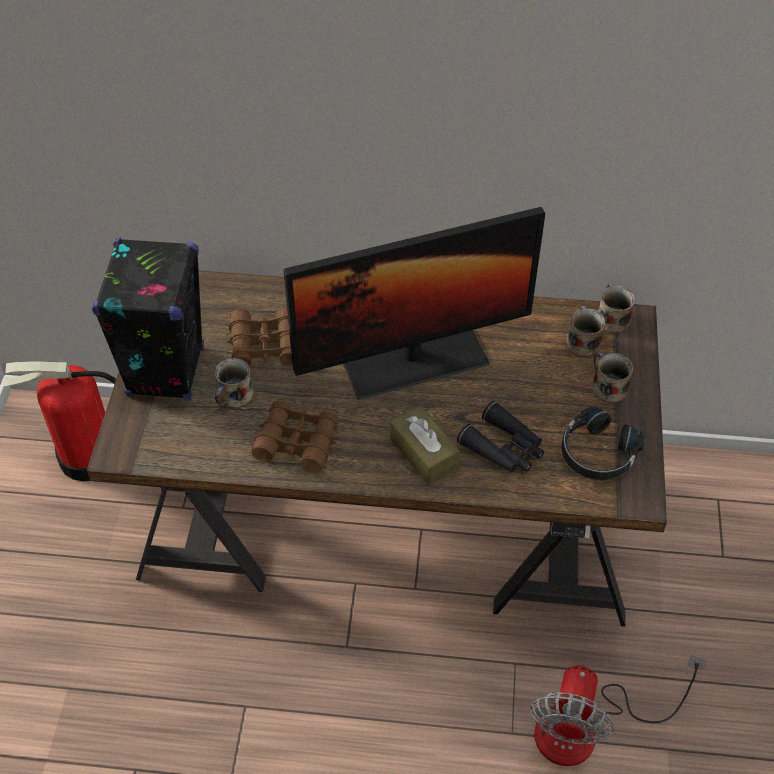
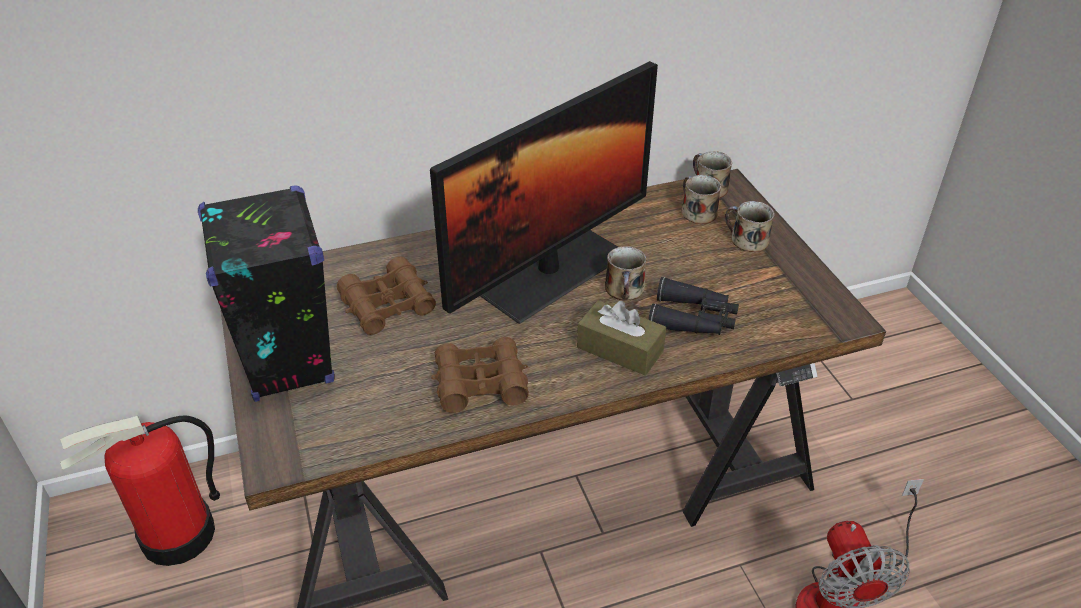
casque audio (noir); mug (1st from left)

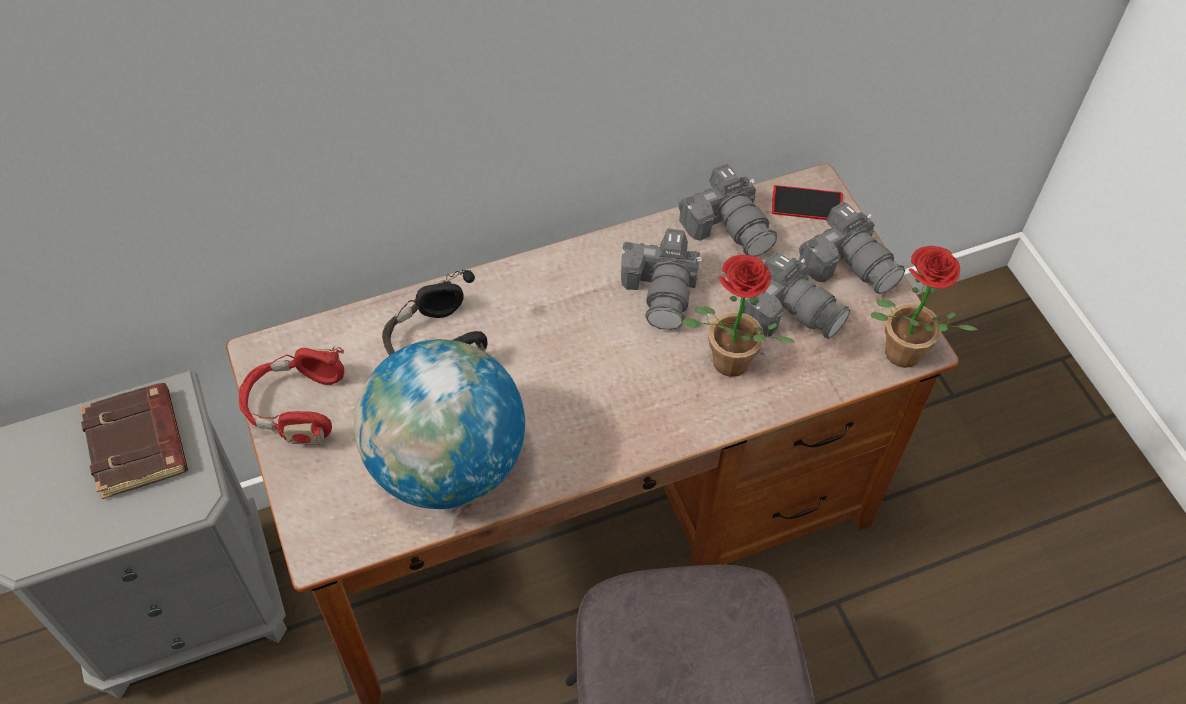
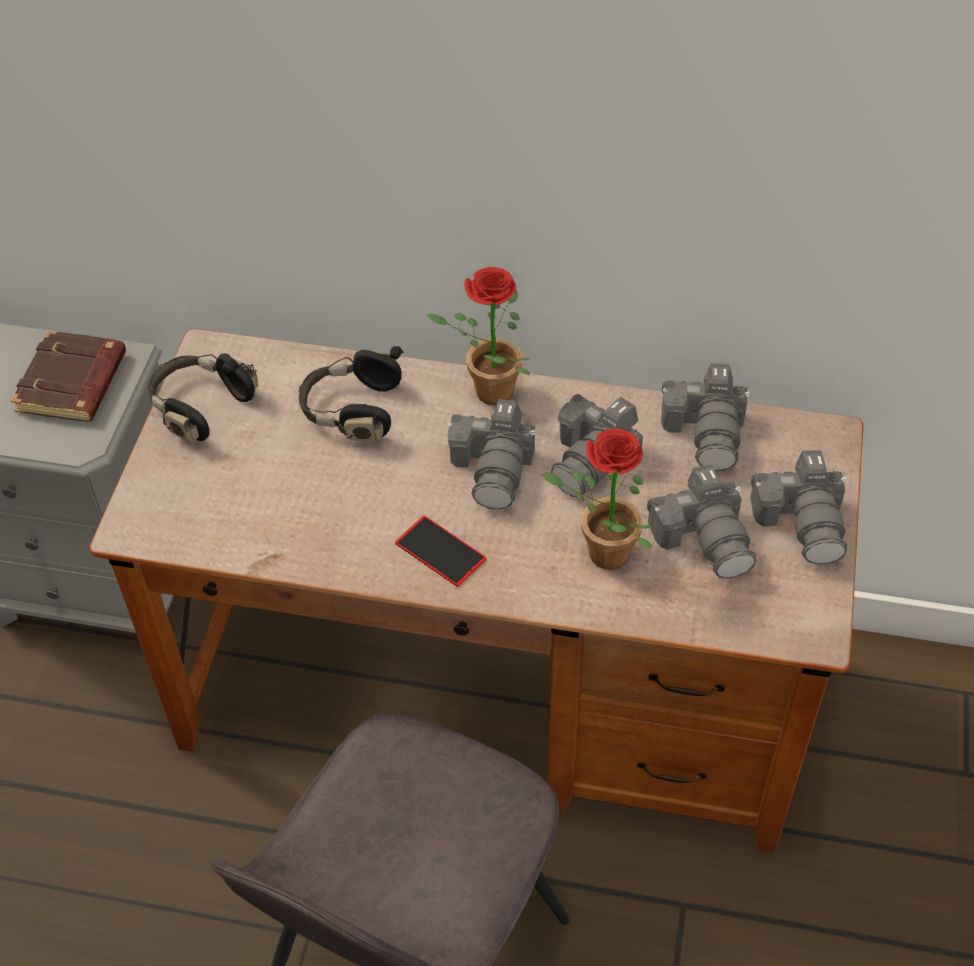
globe; appareil photo (1st from left); téléphone; plante en pot (1st from left); casque audio (noir) (1st from left)

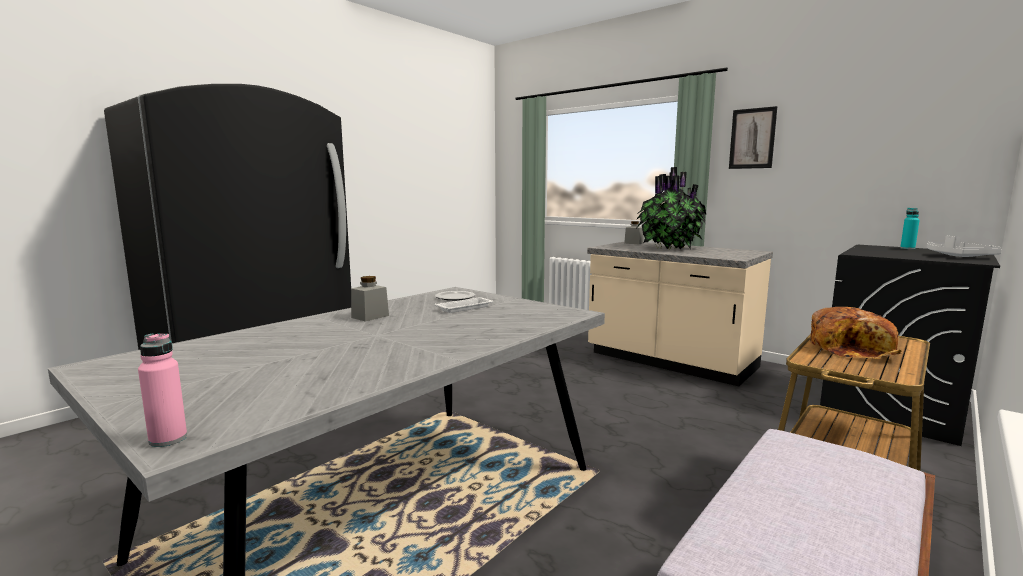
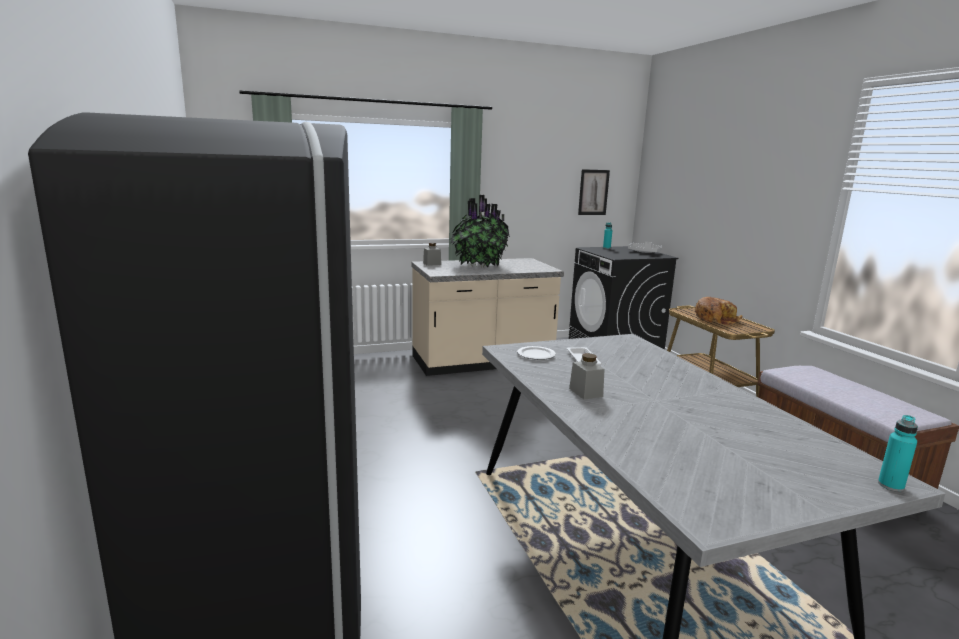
tableau; bouteille (turquoise) (2nd from left)

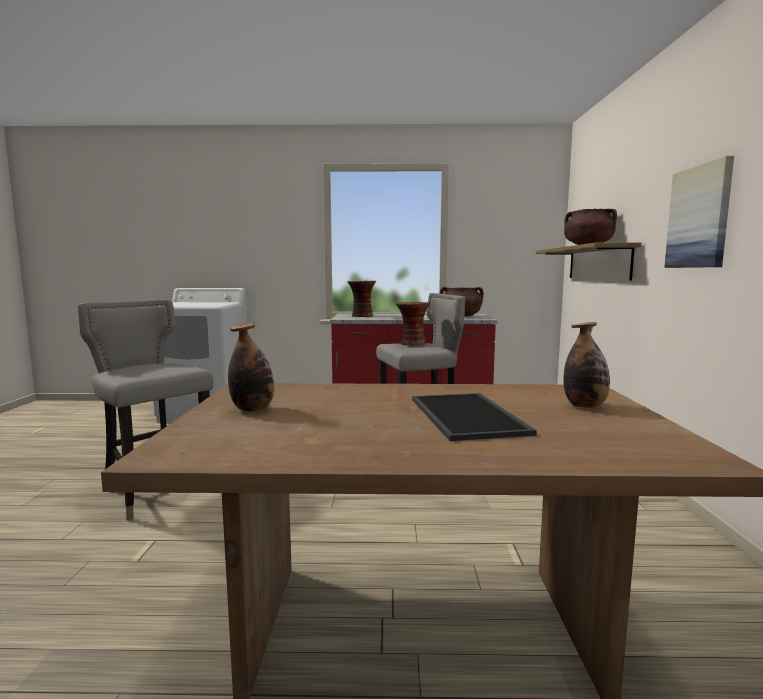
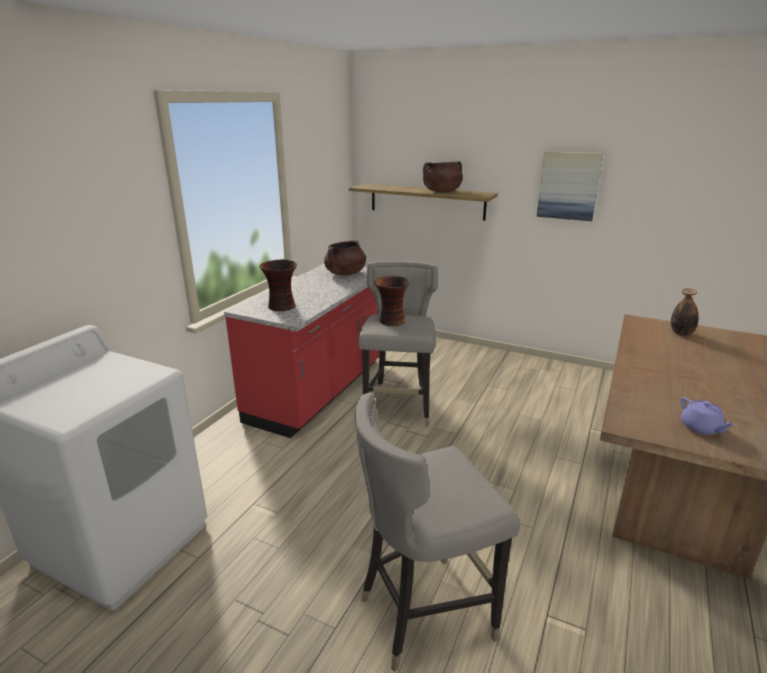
plateau; théière (violet)

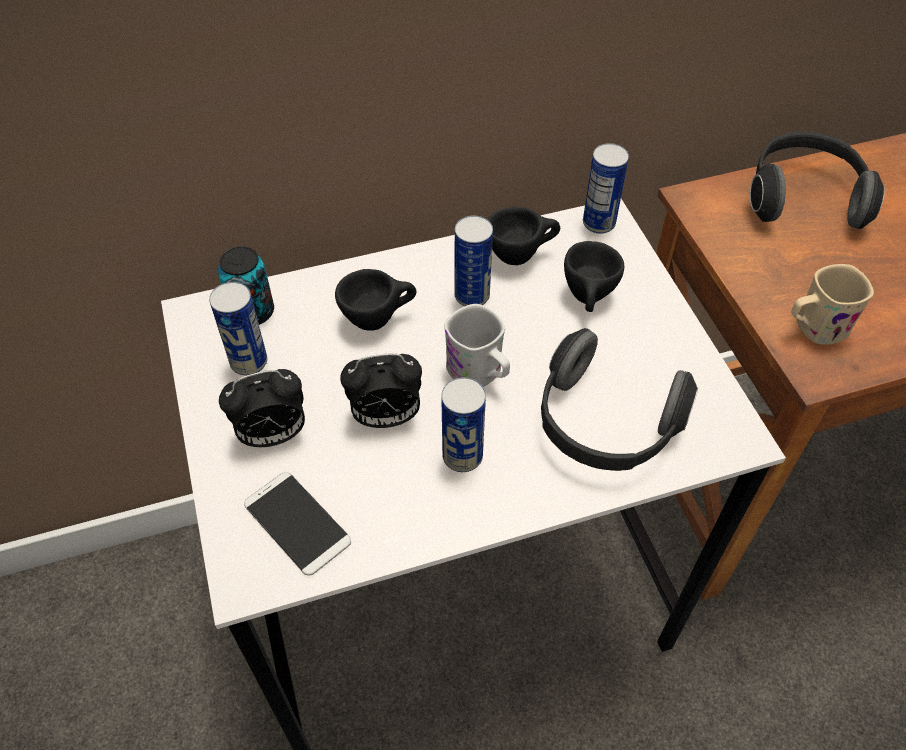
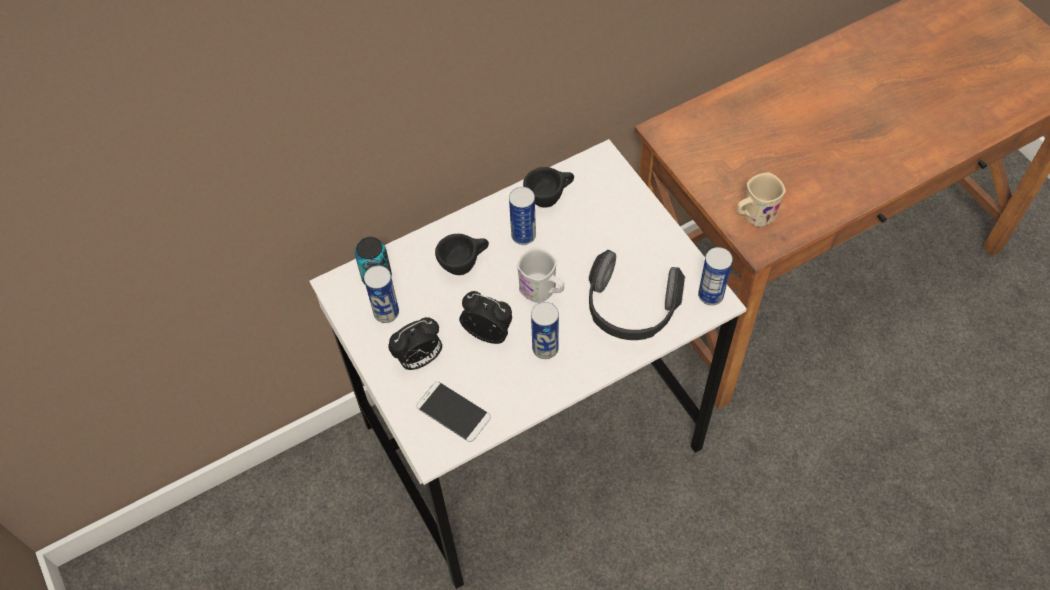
tasse (noir) (3rd from left in the first image); casque audio (2nd from left in the first image); boîte métallique (5th from left); réveil (2nd from left)

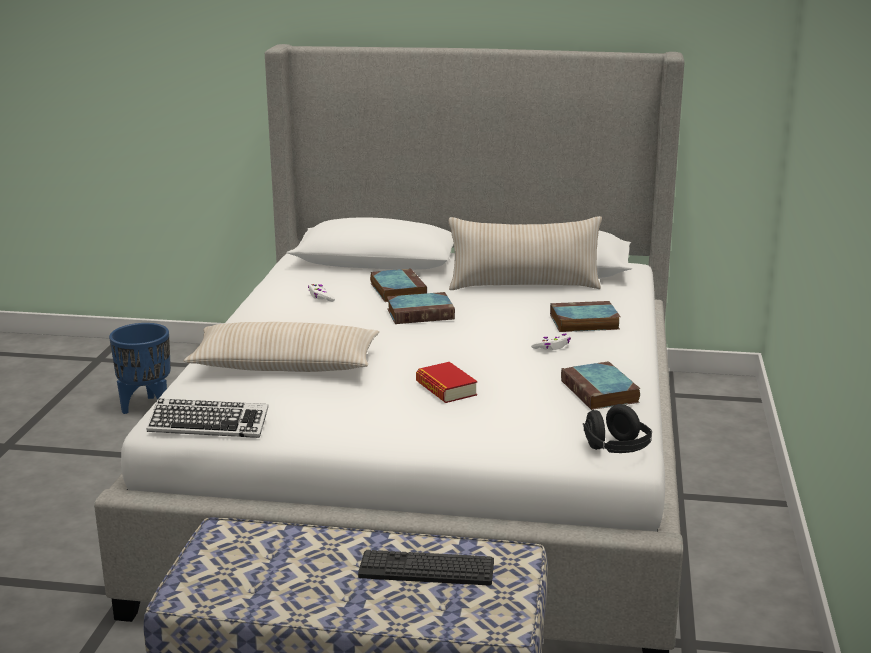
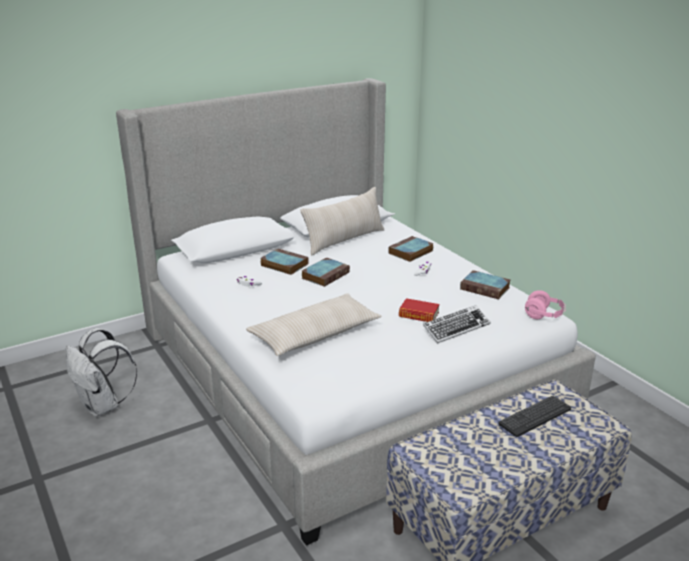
clavier (1st from left); sac à dos (blanc); casque audio (rose)

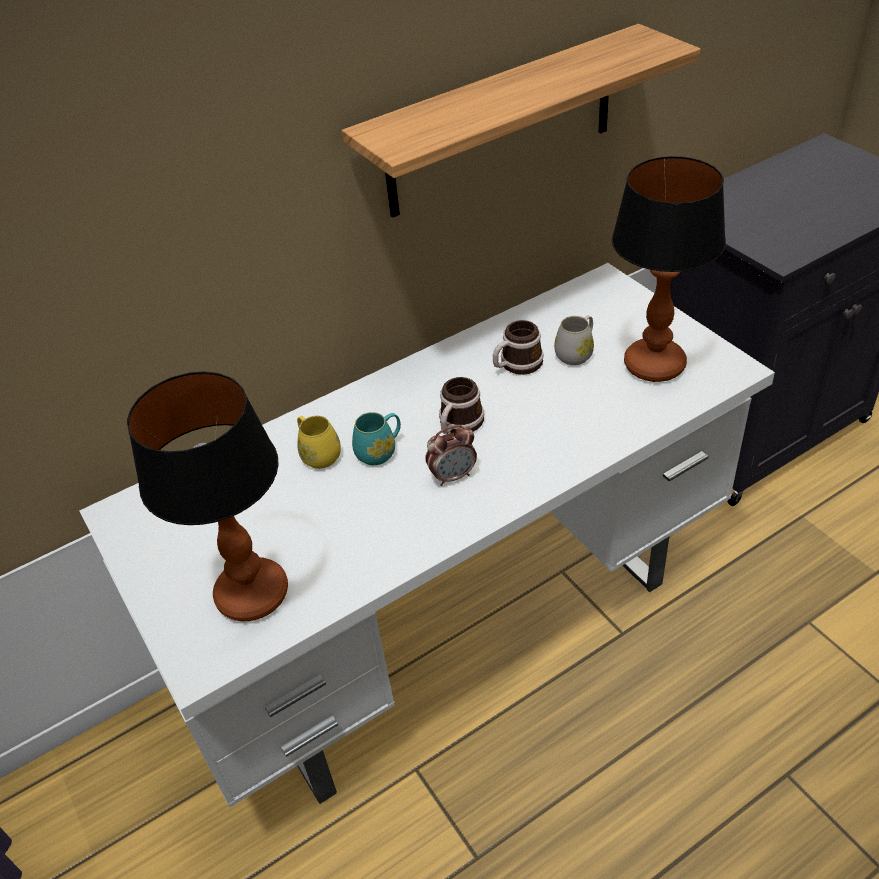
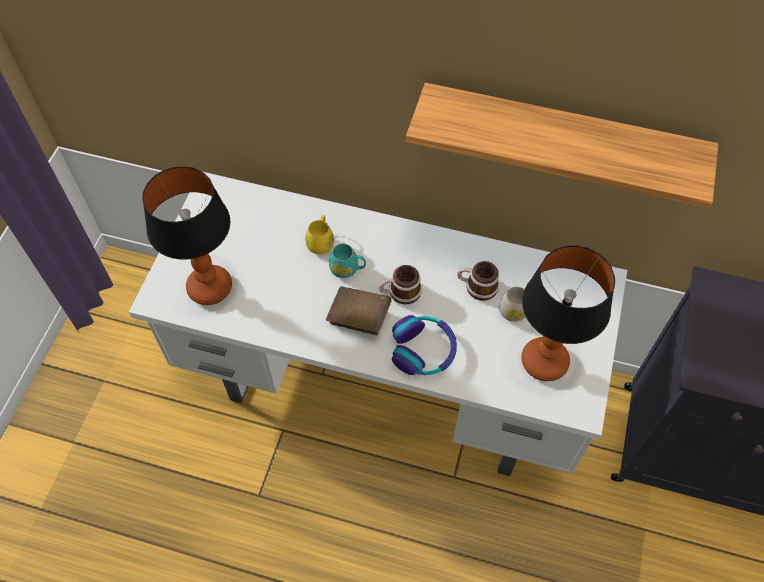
casque audio; livre (marron)

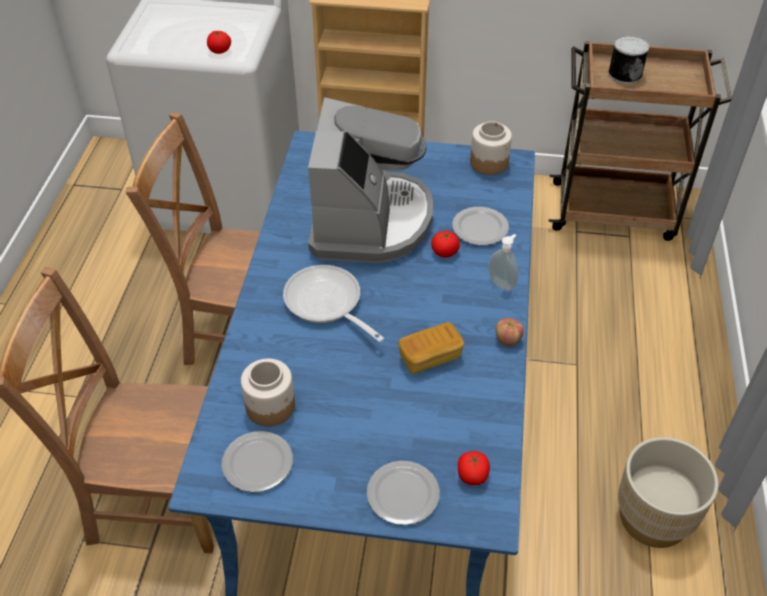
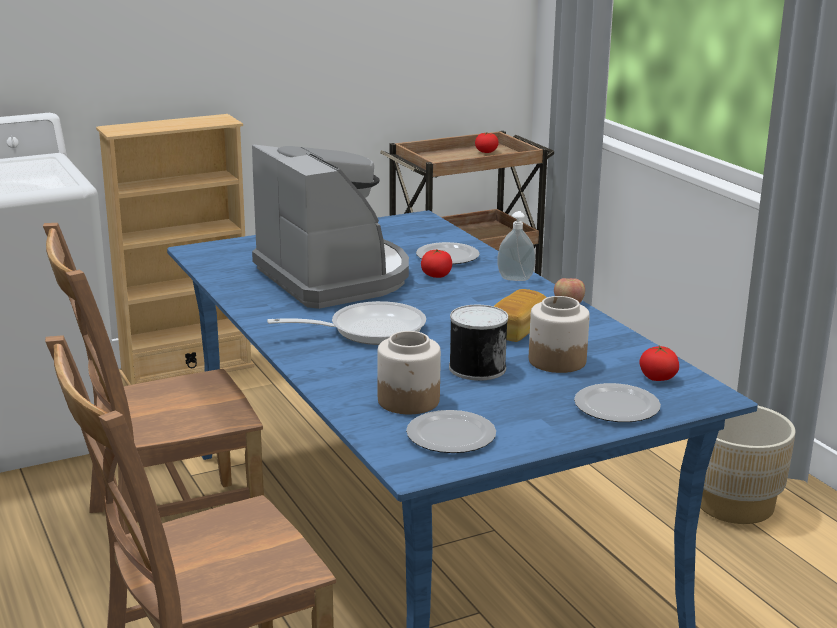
tomate (2nd from left); bocal (2nd from left); boîte métallique; poêle

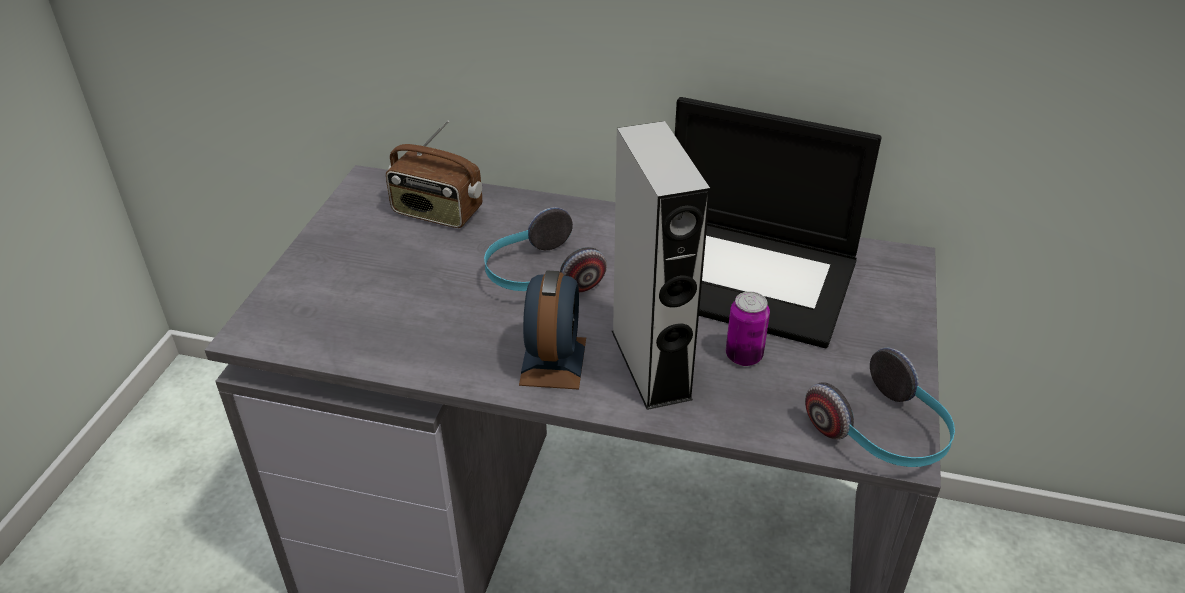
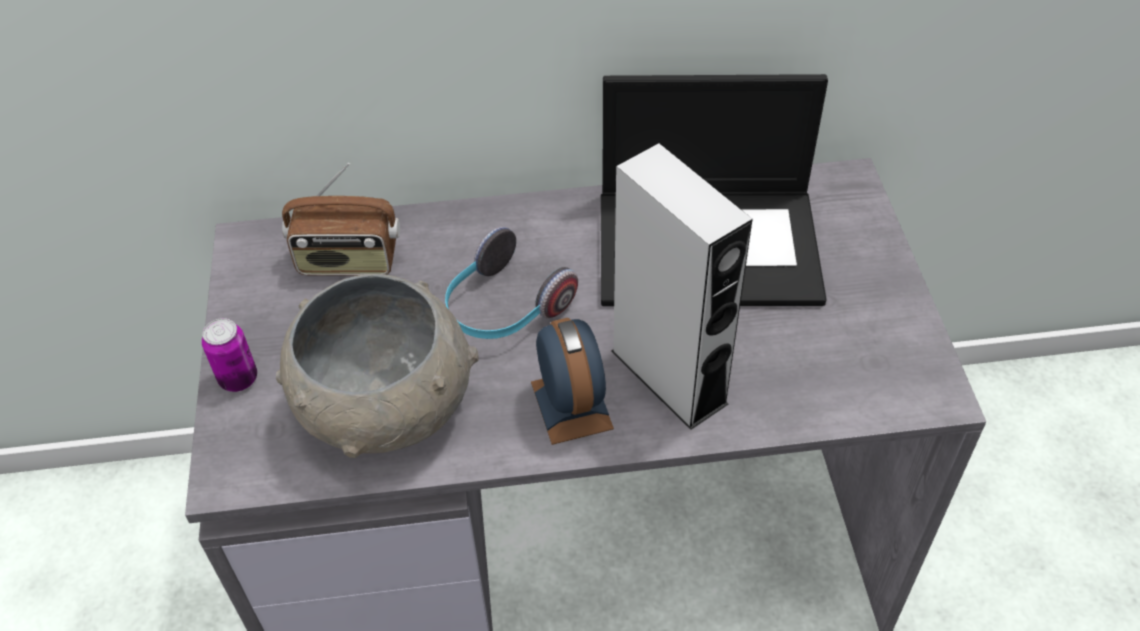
casque audio (2nd from left in the first image); bol (gris); boîte métallique

